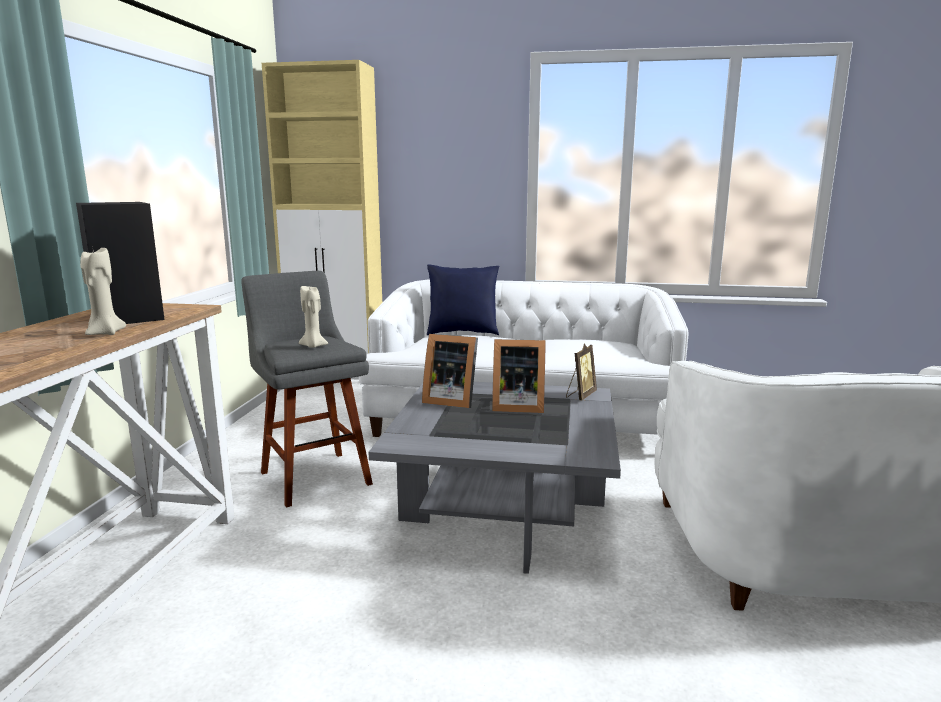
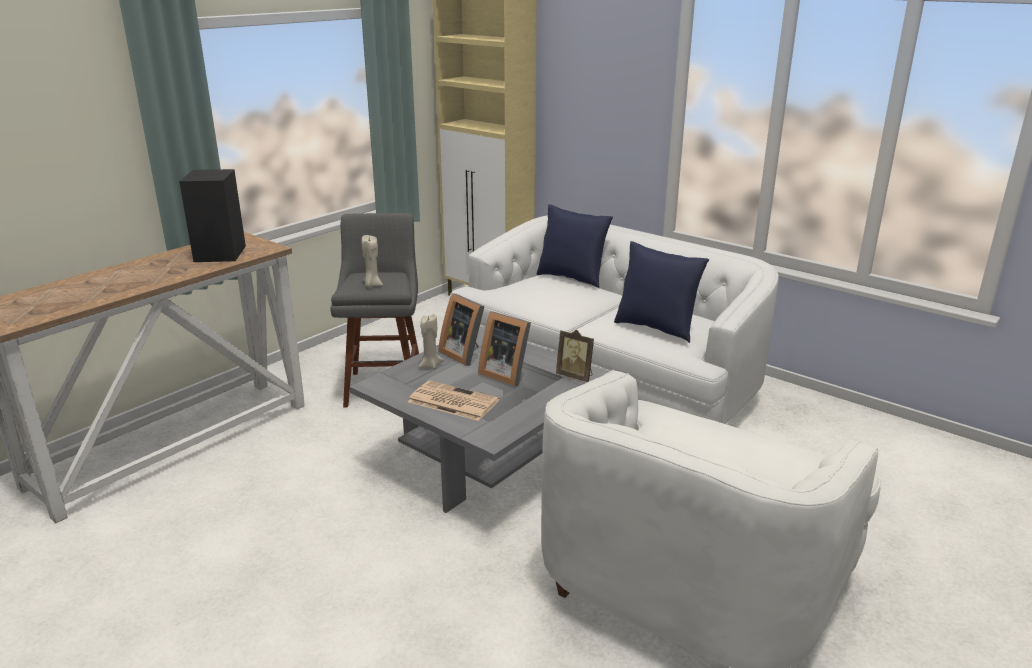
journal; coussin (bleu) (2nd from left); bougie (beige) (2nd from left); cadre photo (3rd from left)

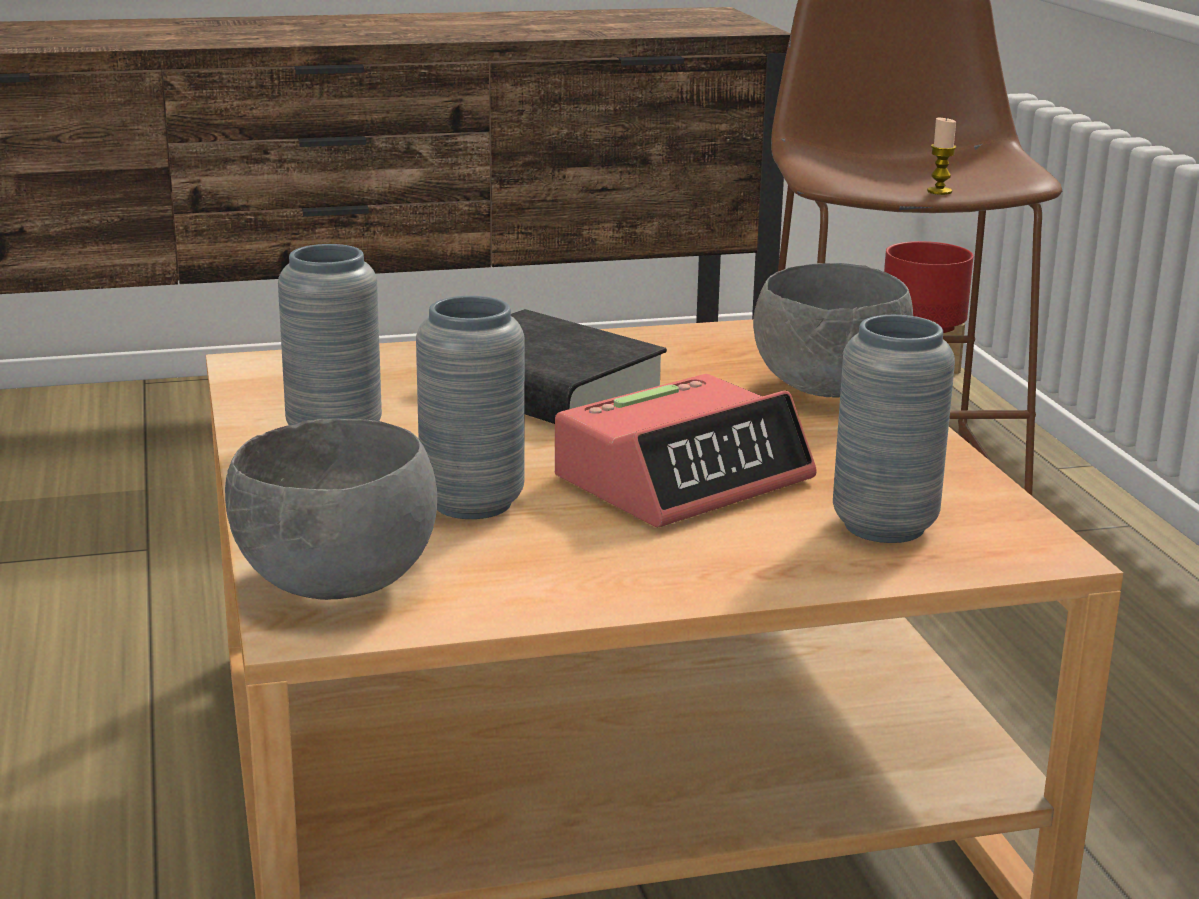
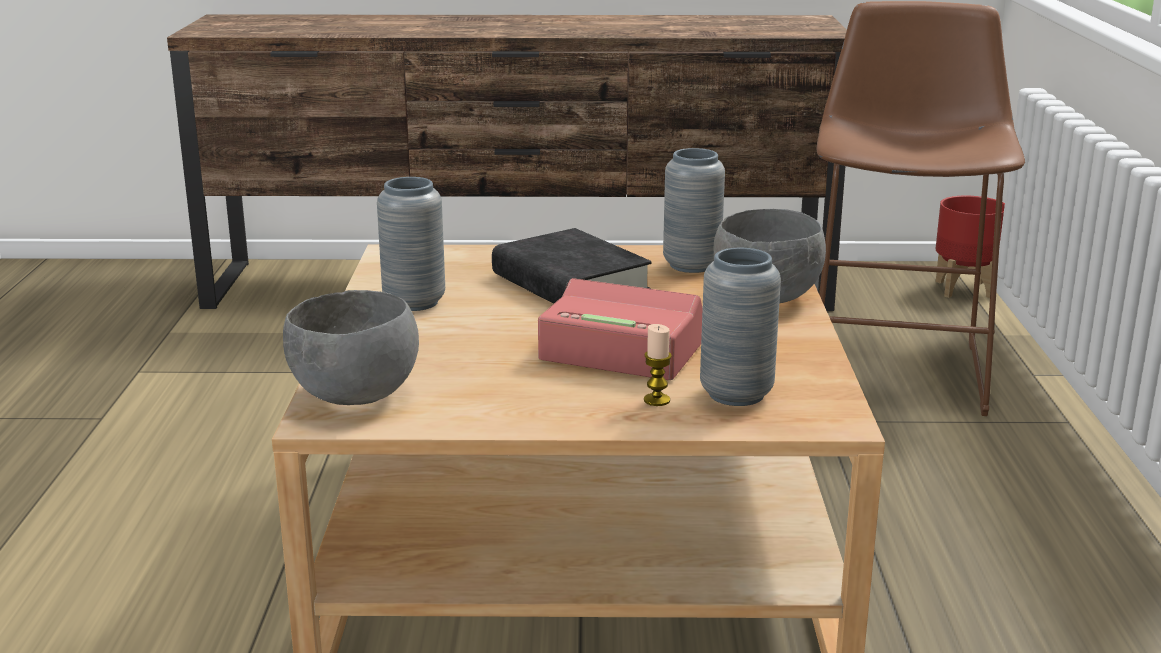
vase (gris) (2nd from left); bougie; réveil

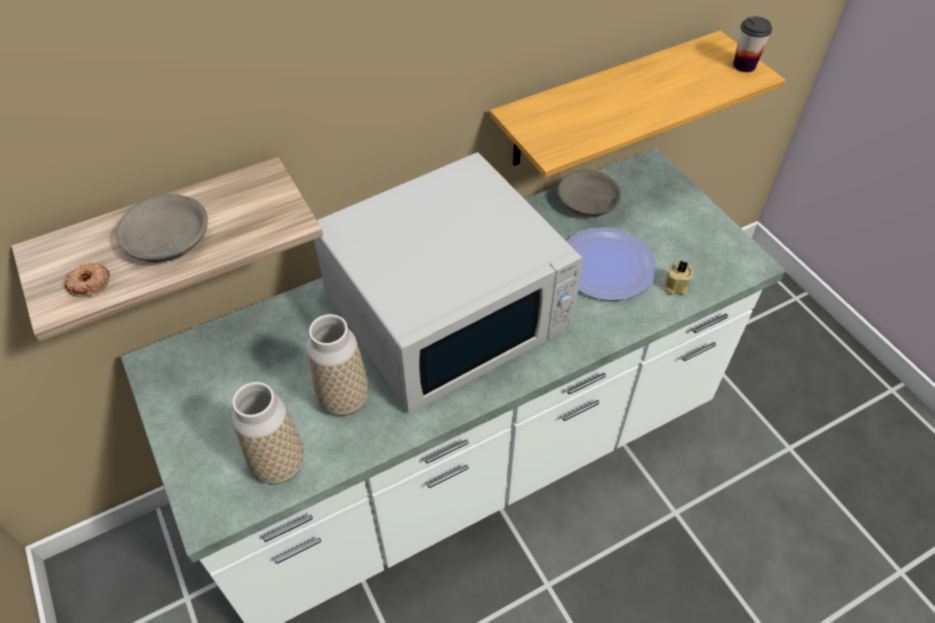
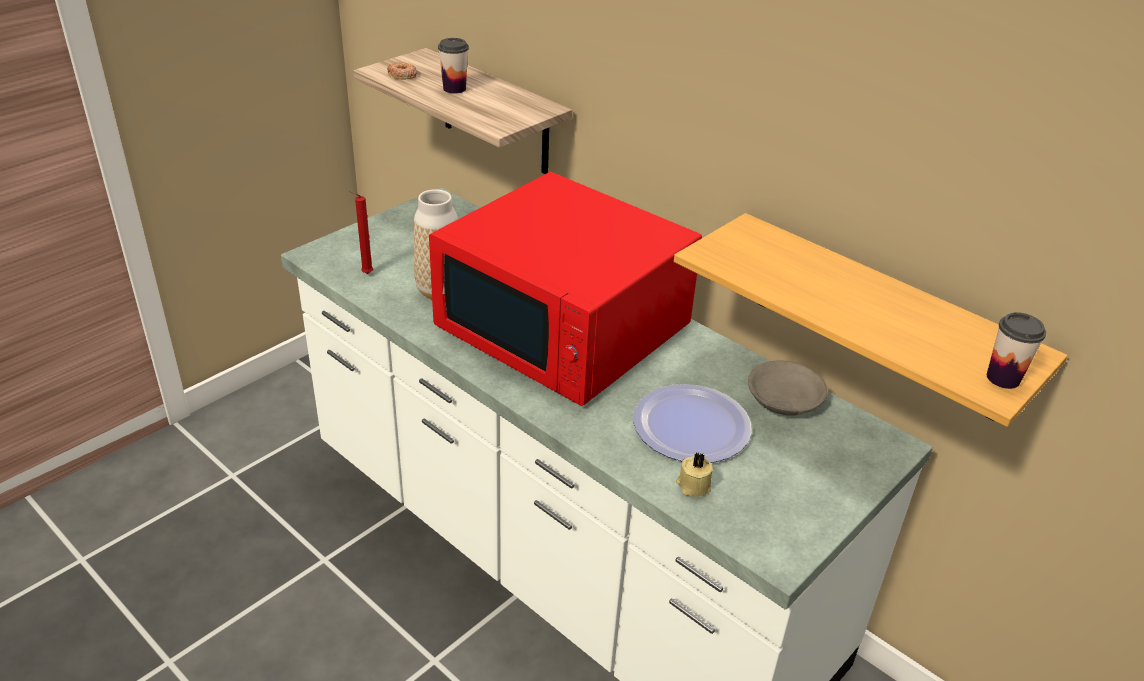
tasse (1st from left); bougie (rouge); micro-ondes (rouge)

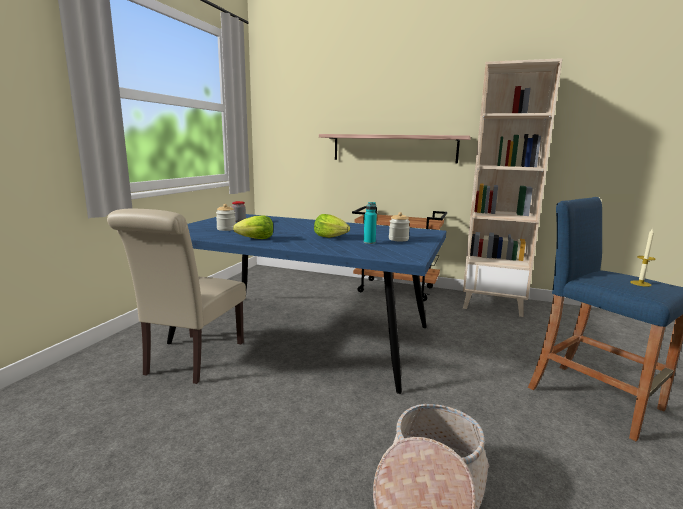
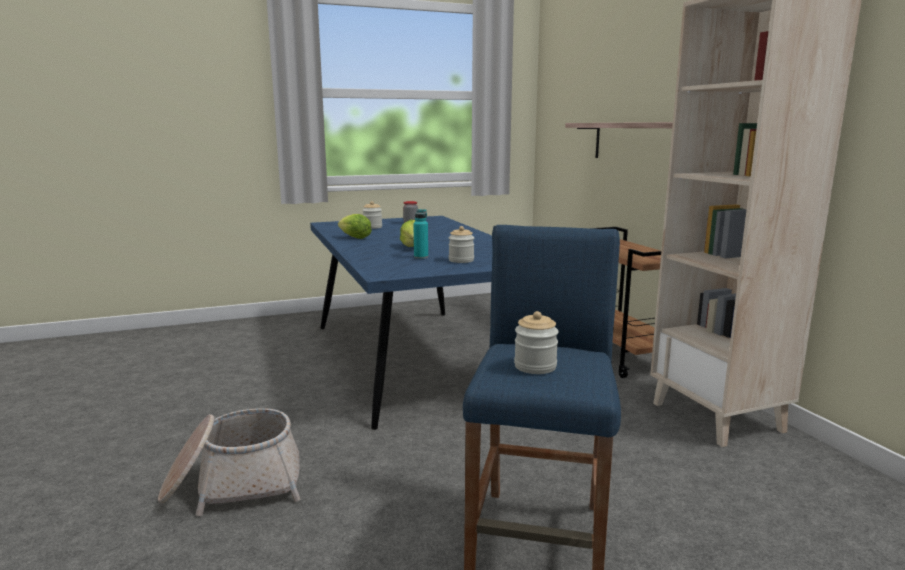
chaise (beige); bocal (4th from left)

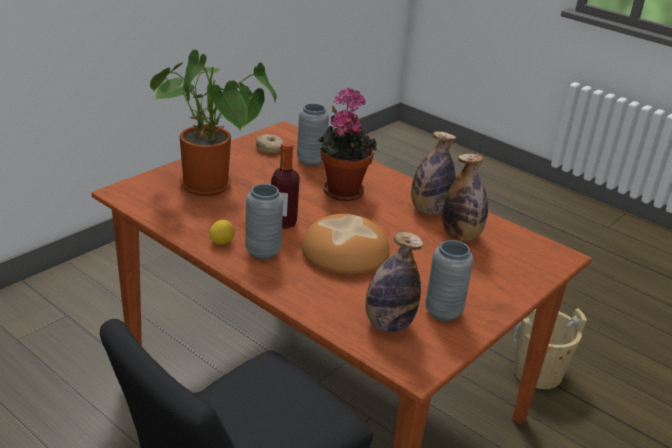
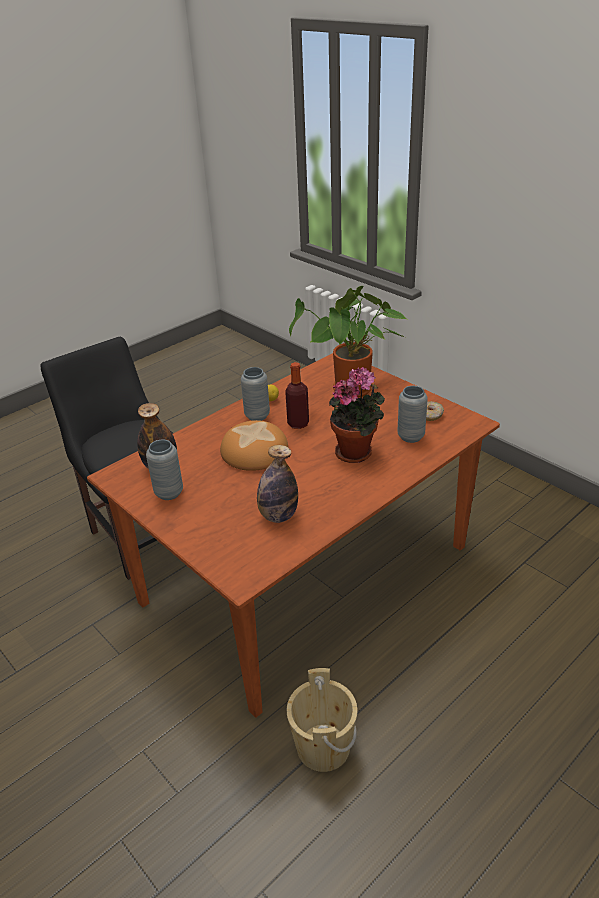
bouteille (3rd from left in the first image)

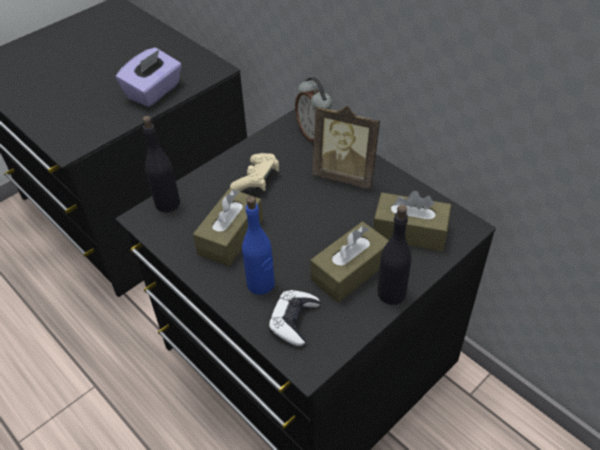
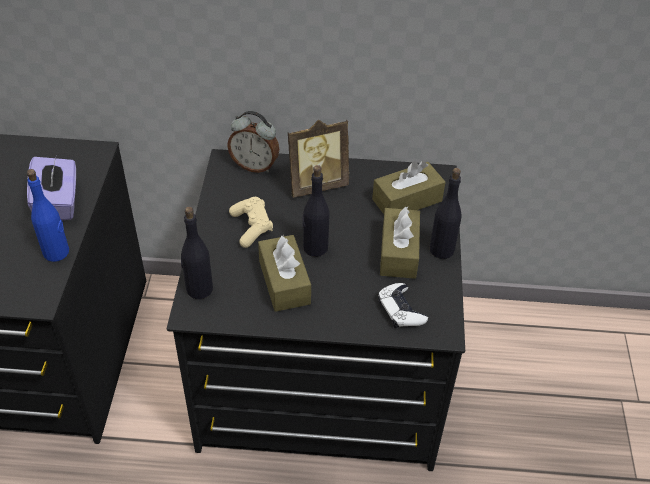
bouteille (noir) (2nd from left); bouteille (bleu)

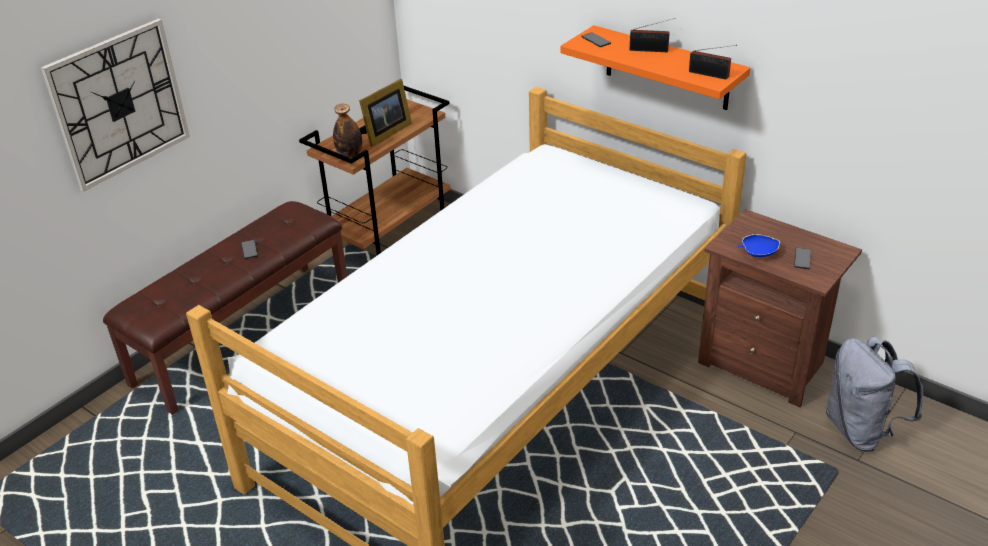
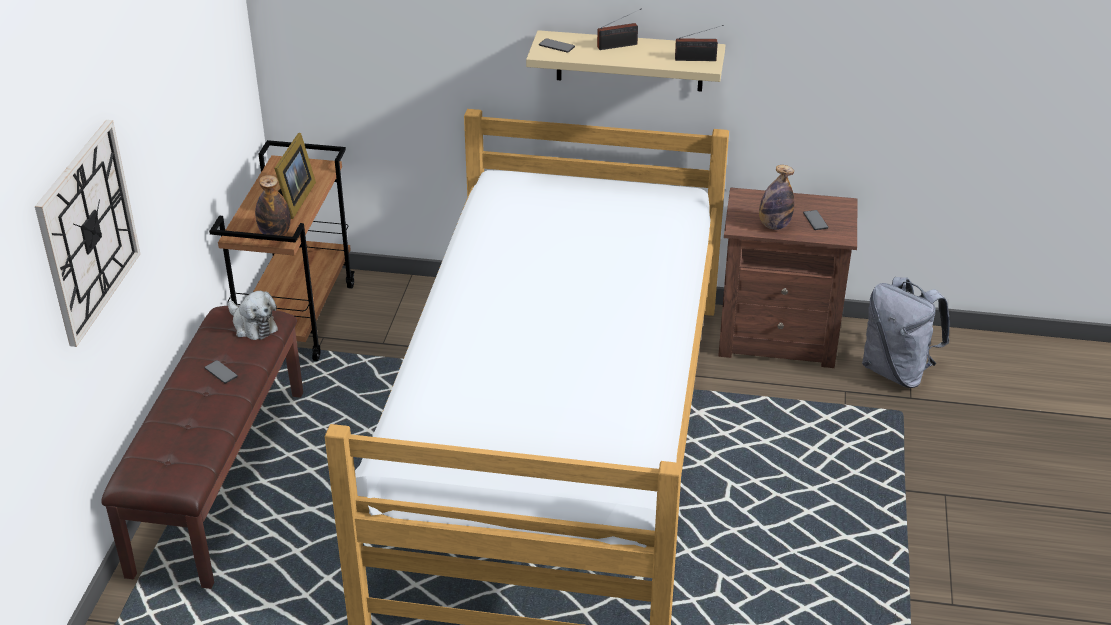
peluche; bouteille (2nd from left); étagère (beige)

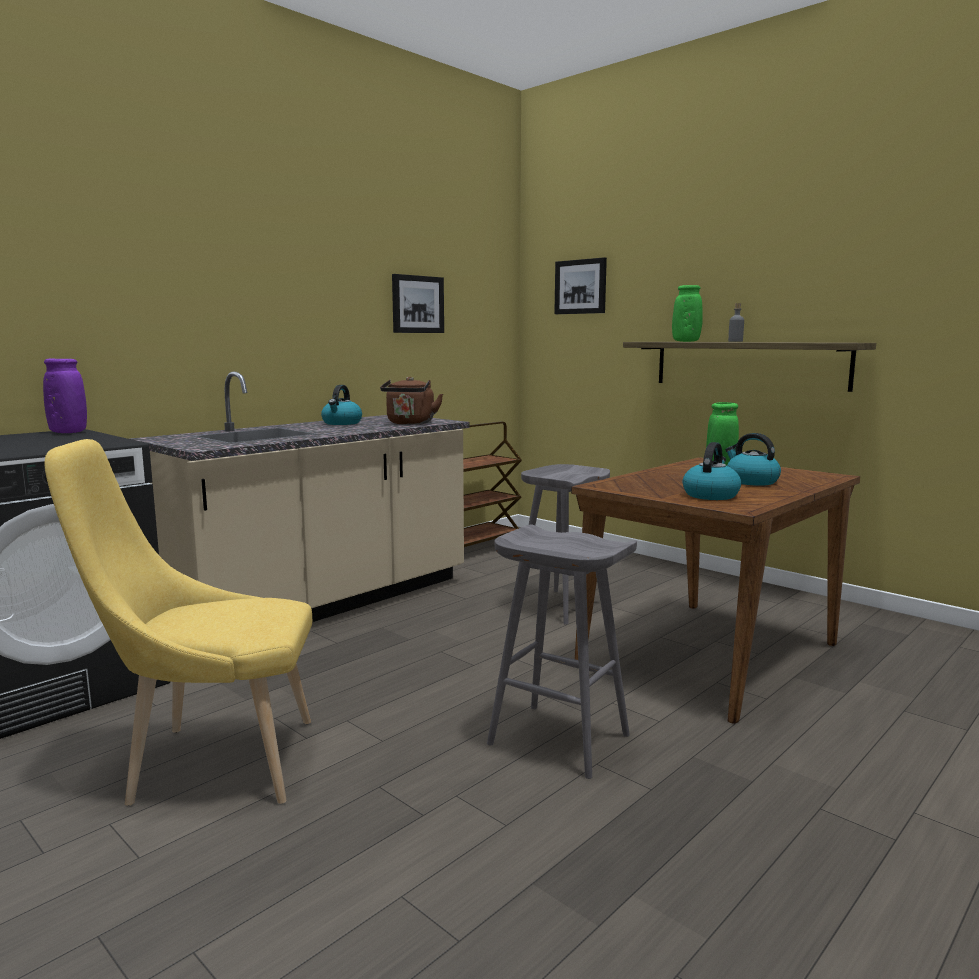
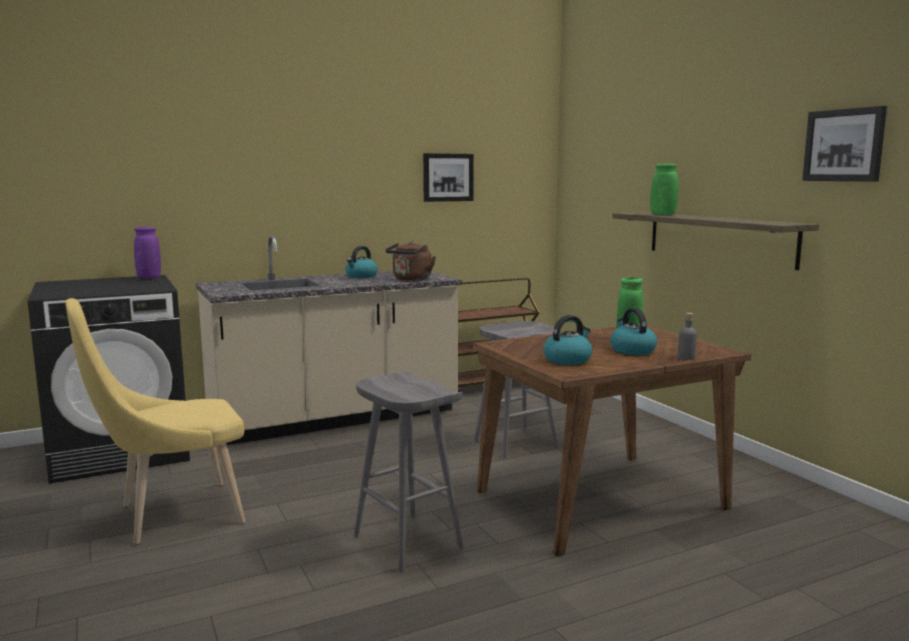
tableau (2nd from left); bouteille (gris); chaise (jaune)

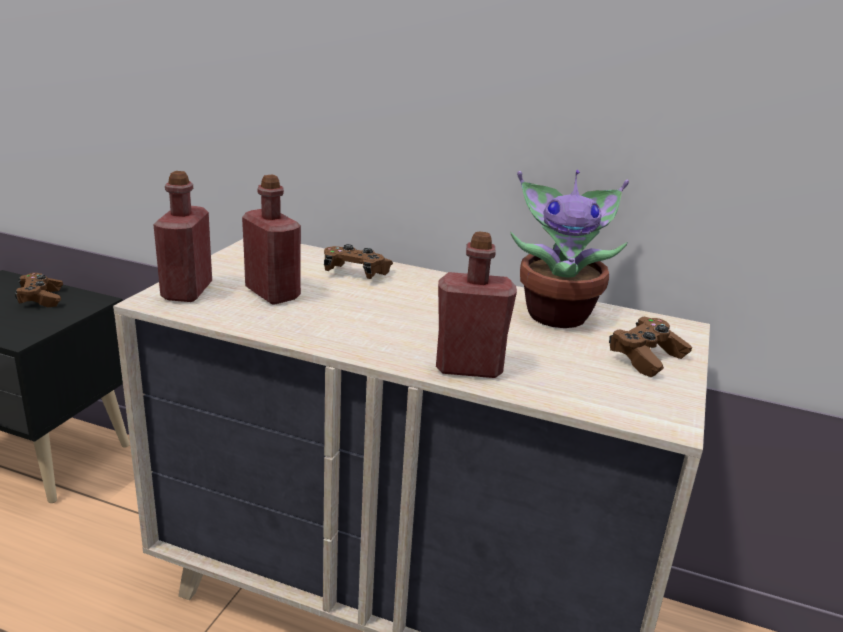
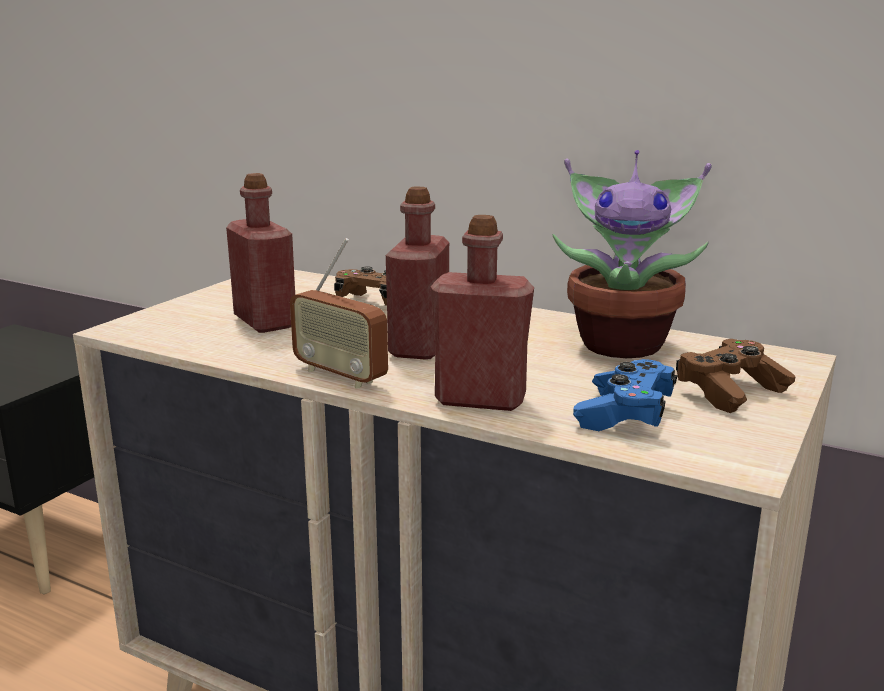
manette (marron) (1st from left in the first image); radio; manette (bleu); bouteille (rouge) (2nd from left)

